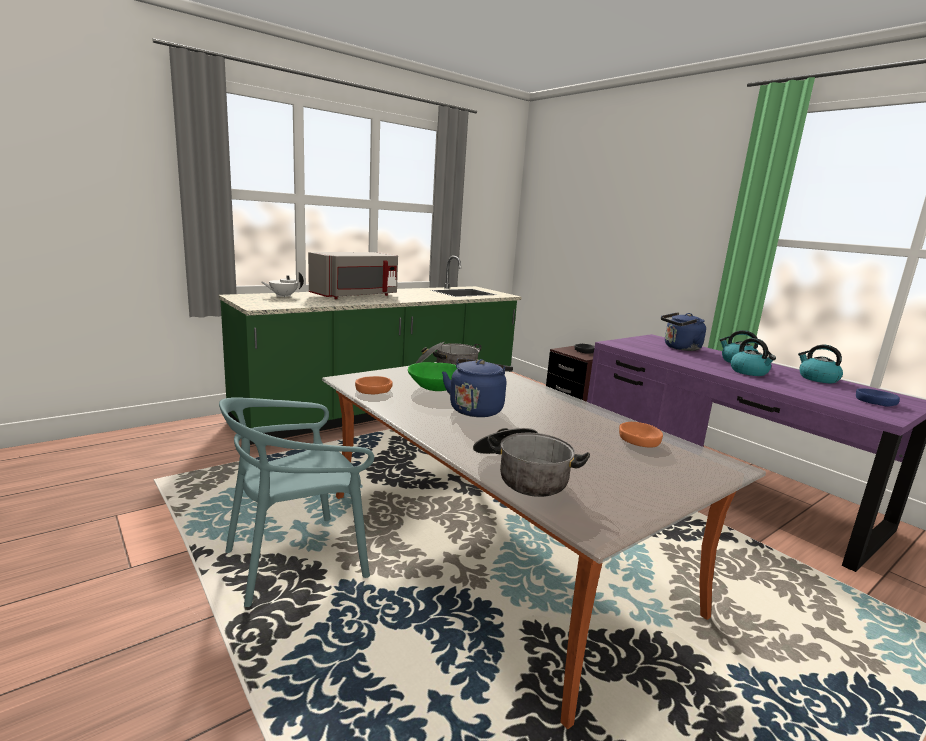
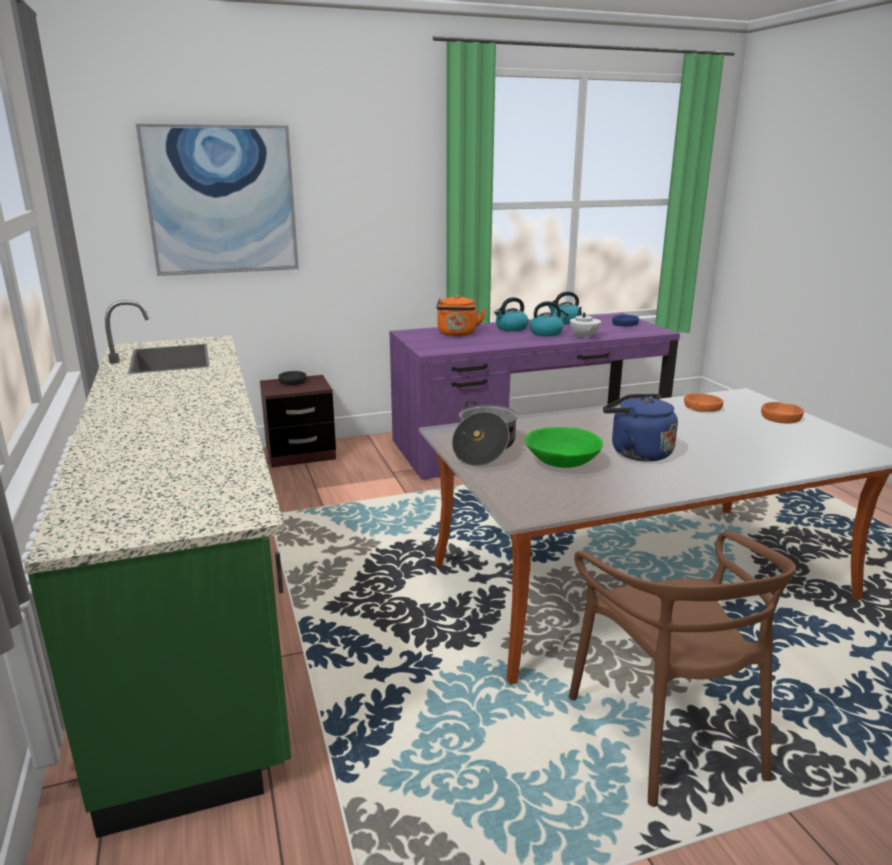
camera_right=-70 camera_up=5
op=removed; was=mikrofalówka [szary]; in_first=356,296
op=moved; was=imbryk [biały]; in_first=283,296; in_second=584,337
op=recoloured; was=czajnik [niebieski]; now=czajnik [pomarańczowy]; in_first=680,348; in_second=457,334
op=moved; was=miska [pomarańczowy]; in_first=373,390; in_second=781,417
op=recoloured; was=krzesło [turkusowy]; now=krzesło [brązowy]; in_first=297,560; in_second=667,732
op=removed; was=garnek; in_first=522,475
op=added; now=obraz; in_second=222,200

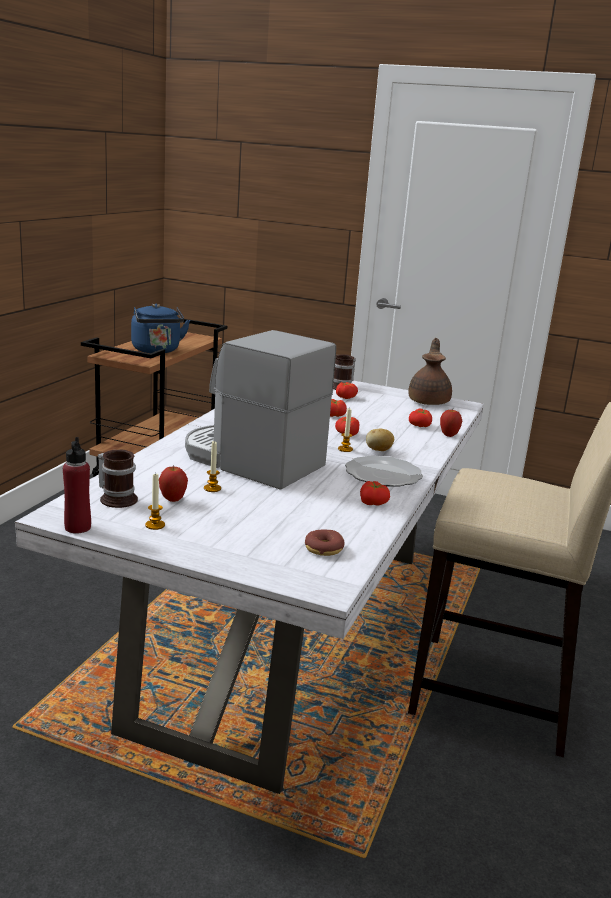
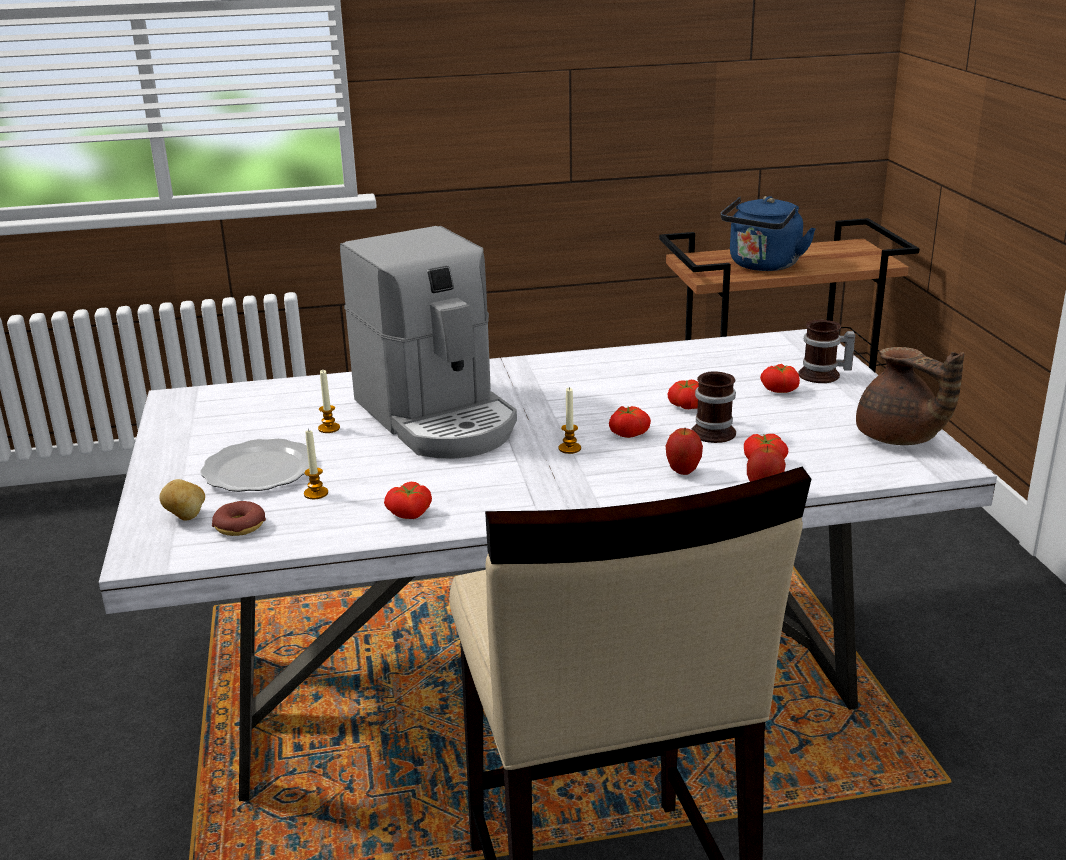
camera_right=60 camera_up=5
op=turned; was=ekspres do kawy; in_first=250,461; in_second=438,418; clockwise=150
op=turned; was=imbryk [brązowy]; in_first=429,401; in_second=899,438; clockwise=75
op=moved; was=ziemniak; in_first=378,450; in_second=186,516
op=removed; was=butelka [czerwony]; in_first=77,527
op=moved; was=kubek; in_first=117,498; in_second=715,431
op=moved; was=talerz; in_first=384,475; in_second=258,471
op=moved; was=jabłko; in_first=173,500; in_second=683,472
op=moved; was=świeca; in_first=155,525; in_second=316,493

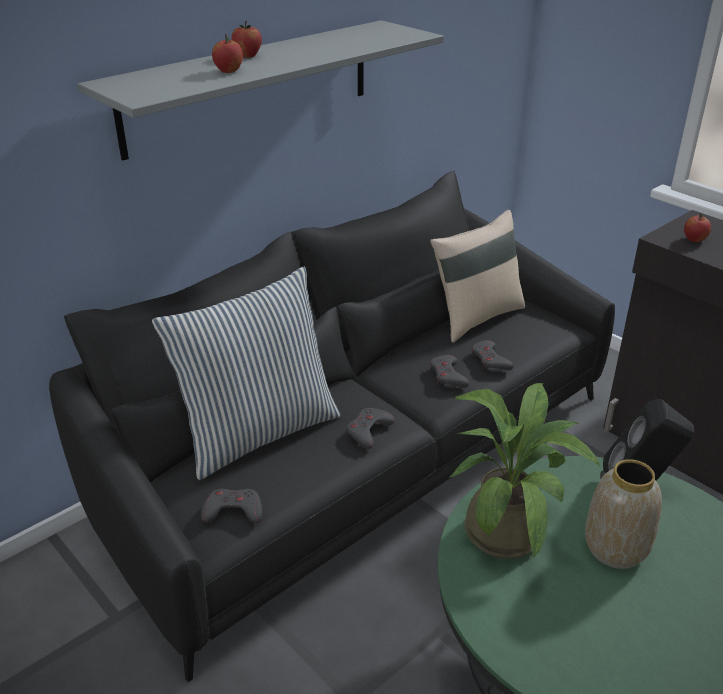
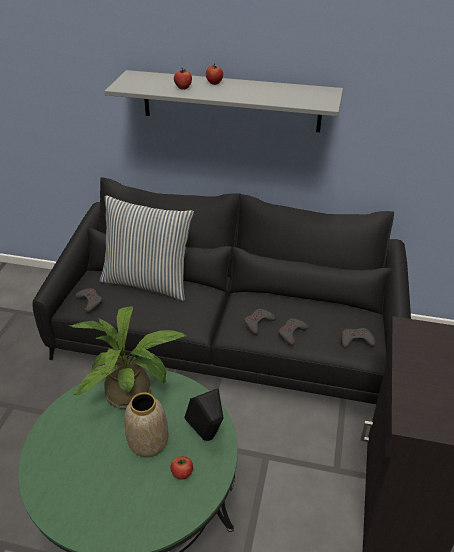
camera_right=55 camera_up=5
op=removed; was=poduszka [beżowy]; in_first=475,317
op=moved; was=jabłko; in_first=694,240; in_second=182,474
op=moved; was=pad do gier [szary]; in_first=368,431; in_second=356,340

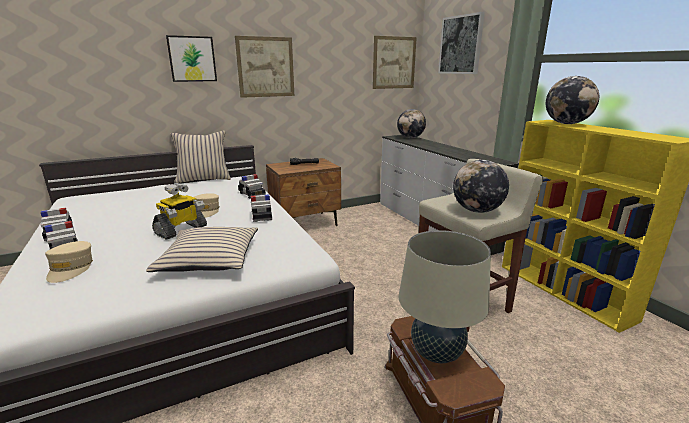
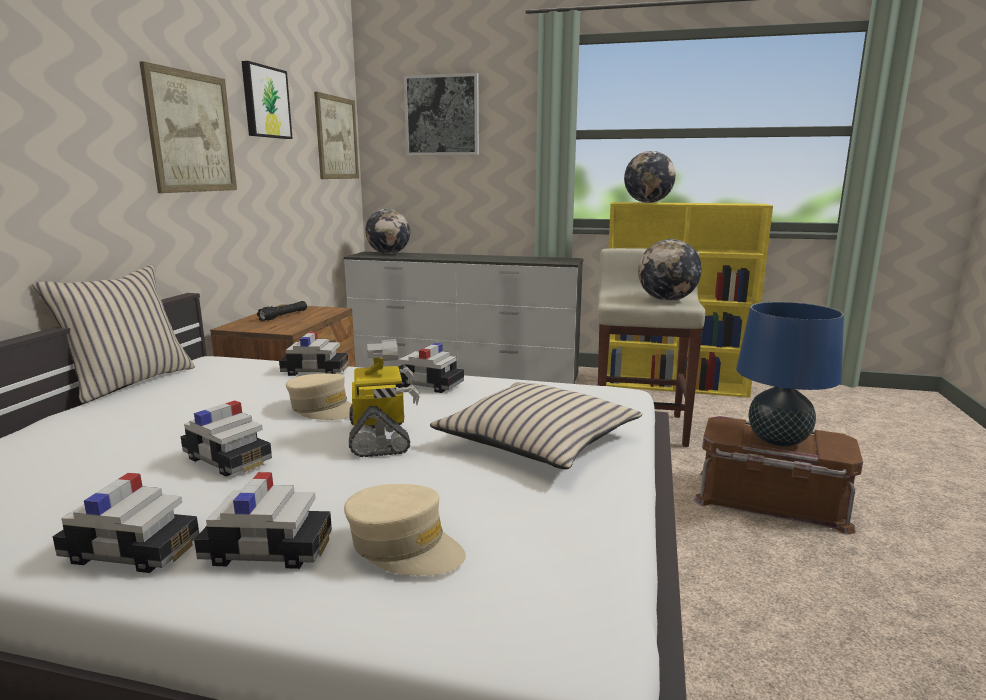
camera_right=-50 camera_up=-5
op=moved; was=obraz; in_first=192,59; in_second=265,102
op=recoloured; was=lampa stołowa [beżowy]; now=lampa stołowa [niebieski]; in_first=436,353; in_second=778,440
op=added; now=samochodzik; in_second=227,459

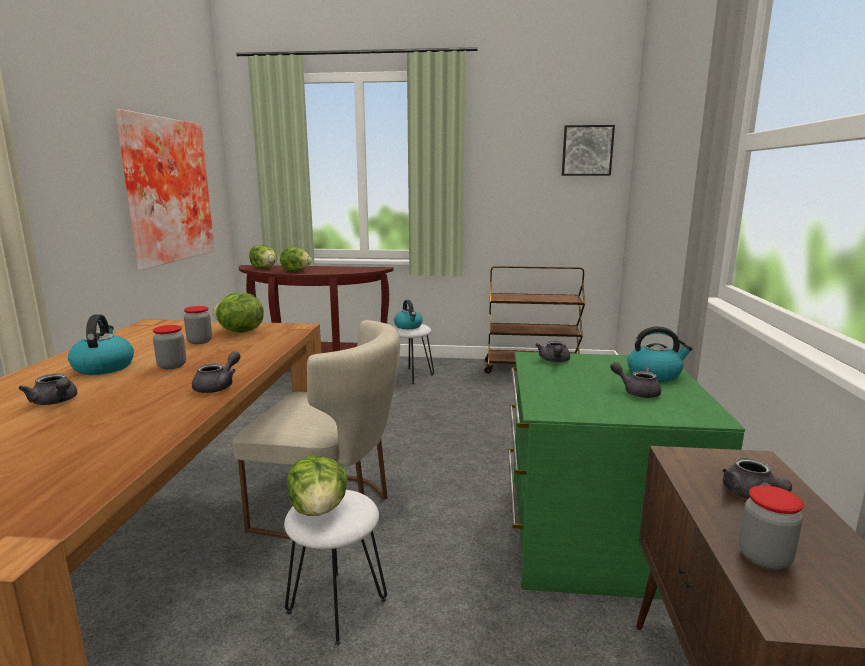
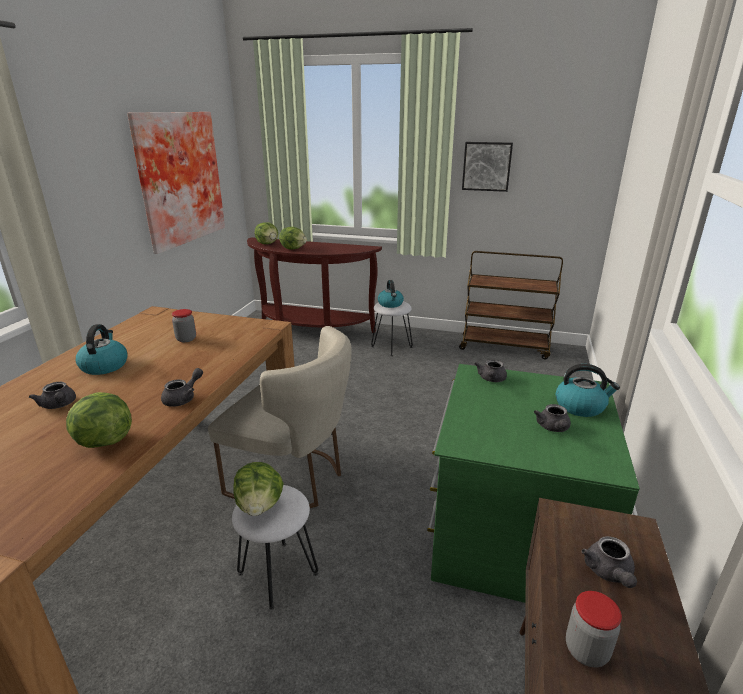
camera_right=10 camera_up=10
op=moved; was=obraz; in_first=587,150; in_second=486,166
op=moved; was=sałata; in_first=239,332; in_second=103,441
op=removed; was=słoik; in_first=172,366
op=turned; was=imbryk [szary]; in_first=637,392; in_second=553,428; clockwise=-135

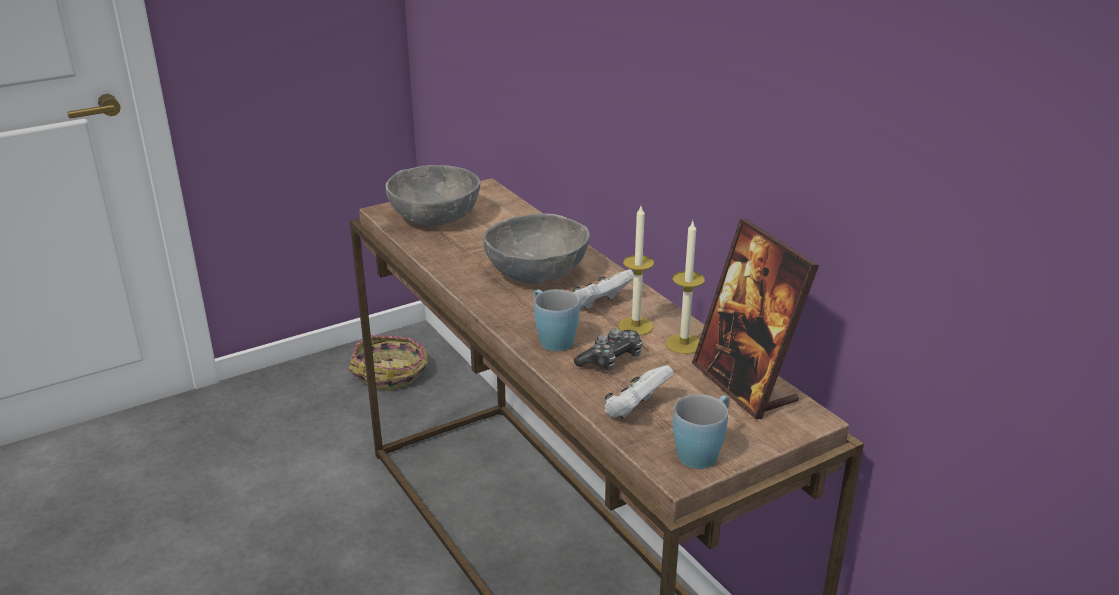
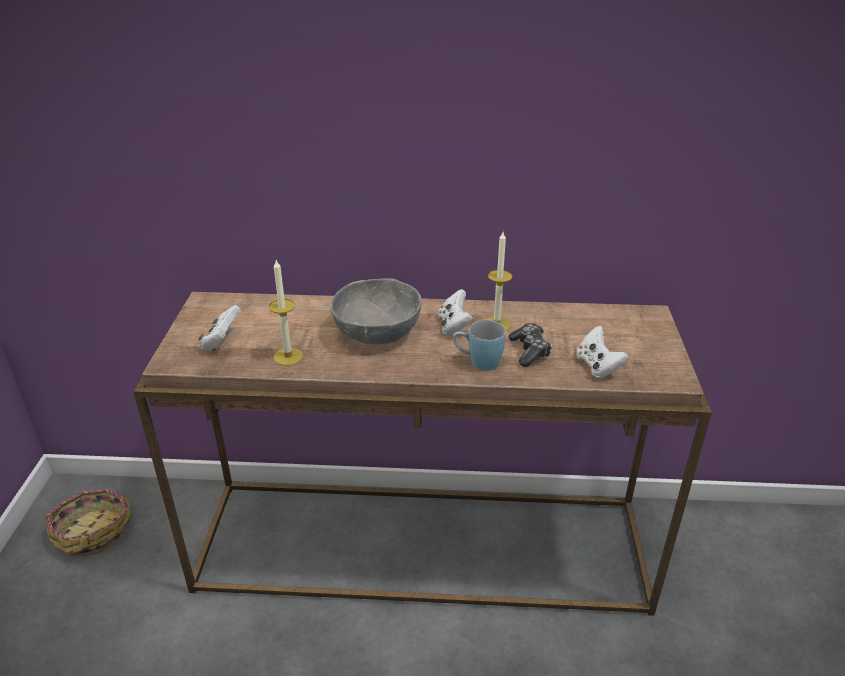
camera_right=-55 camera_up=5
op=replaced; was=miska [szary]; now=pad do gier [biały]; in_first=435,217; in_second=221,342
op=removed; was=ramka na zdjęcie; in_first=744,384
op=moved; was=świeca; in_first=684,344; in_second=288,356
op=removed; was=kubek [niebieski]; in_first=703,451

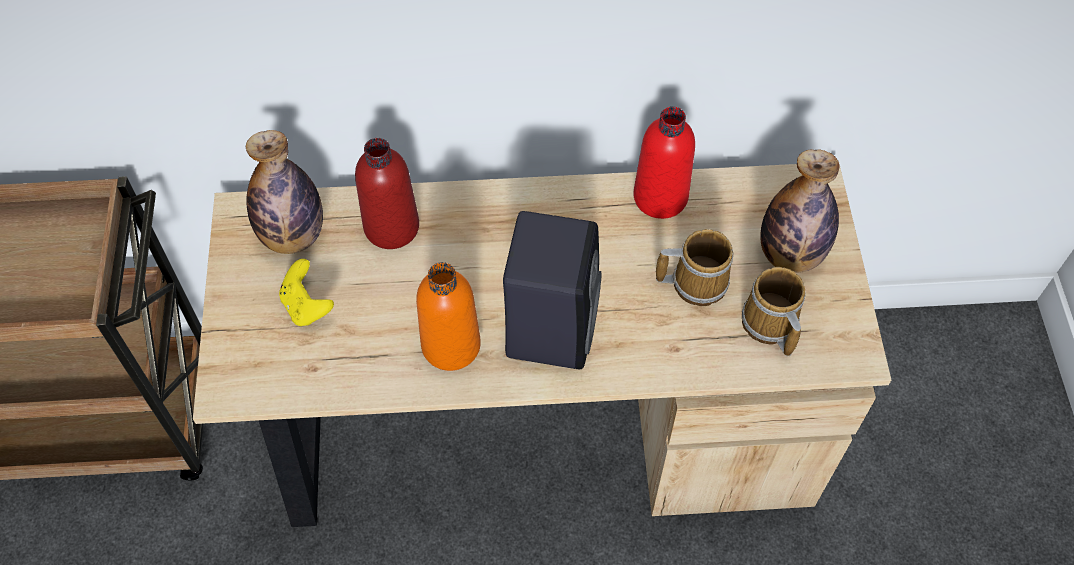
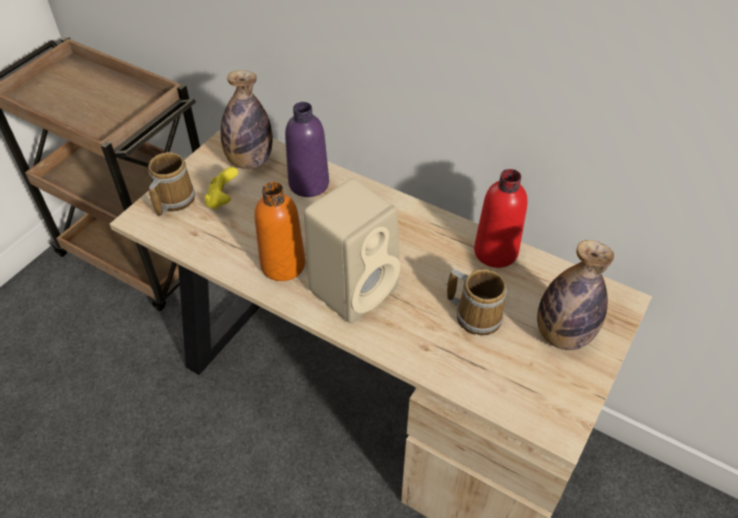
camera_right=35 camera_up=-10
op=recoloured; was=butelka [czerwony]; now=butelka [fioletowy]; in_first=391,227; in_second=309,184
op=recoloured; was=głośnik [czarny]; now=głośnik [beżowy]; in_first=551,324; in_second=355,287
op=moved; was=kubek; in_first=769,325; in_second=172,200

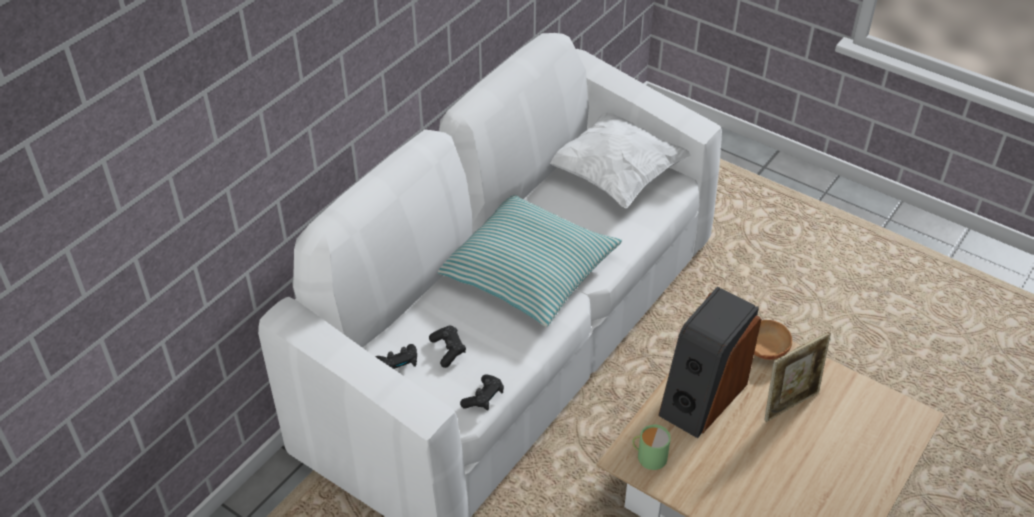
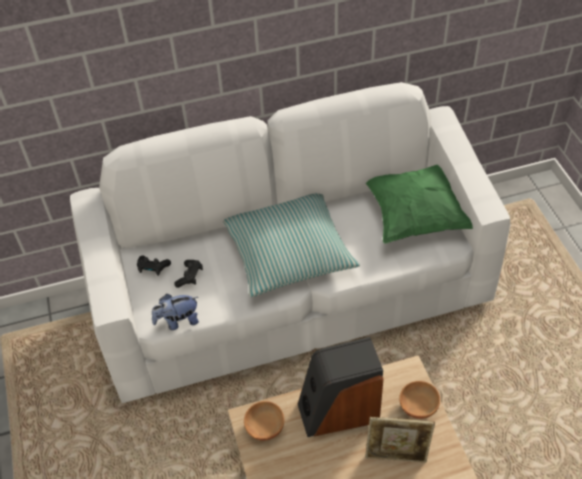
camera_right=40 camera_up=5
op=recoloured; was=poduszka [biały]; now=poduszka [zielony]; in_first=615,175; in_second=415,216
op=replaced; was=pad do gier [czarny]; now=pluszak; in_first=483,398; in_second=178,321
op=replaced; was=kubek [zielony]; now=miska [brązowy]; in_first=649,456; in_second=264,427

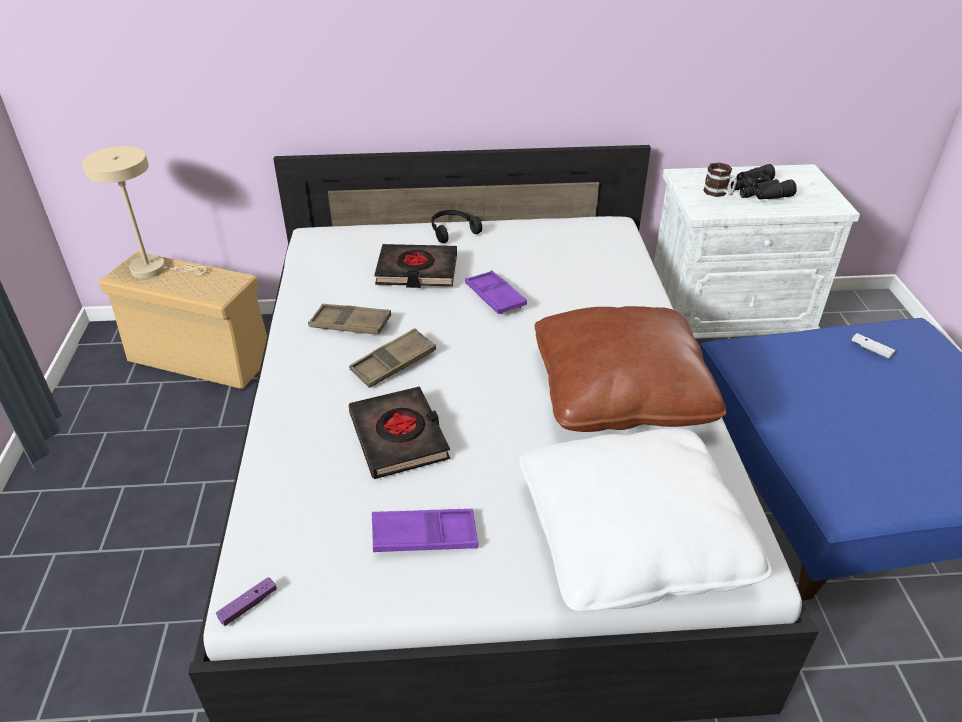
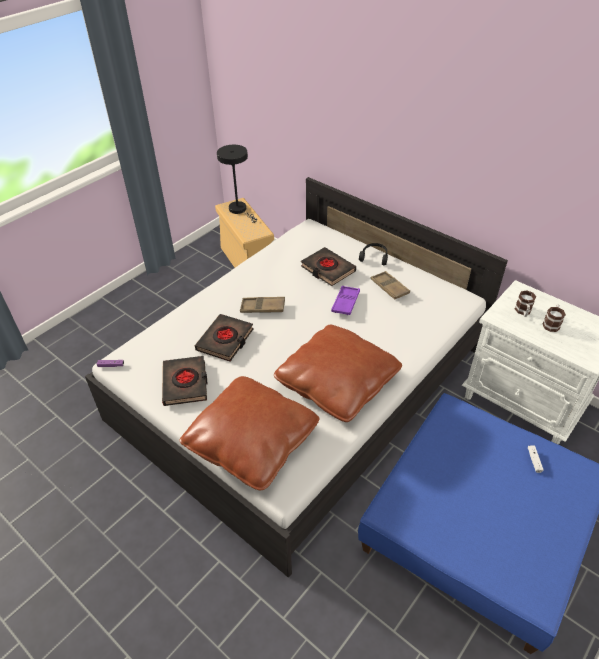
camera_right=45 camera_up=5
op=recoloured; was=lampa stołowa [beżowy]; now=lampa stołowa [czarny]; in_first=155,269; in_second=240,210
op=replaced; was=lornetka [czarny]; now=kubek; in_first=757,191; in_second=551,323
op=moved; was=taca [brązowy]; in_first=350,324; in_second=389,287
op=recoloured; was=poduszka [biały]; now=poduszka [brązowy]; in_first=632,539; in_second=252,442
op=replaced; was=taca [fioletowy]; now=książka [czarny]; in_first=424,536; in_second=185,383

